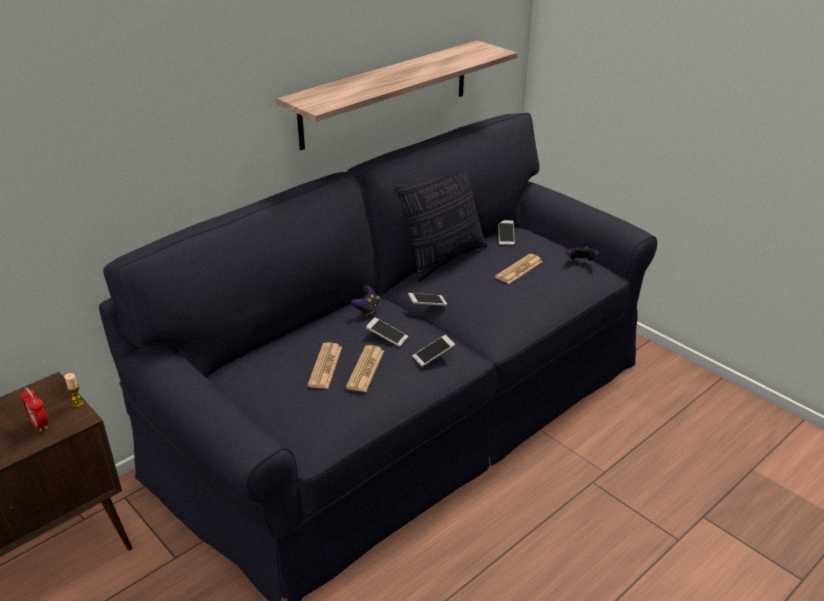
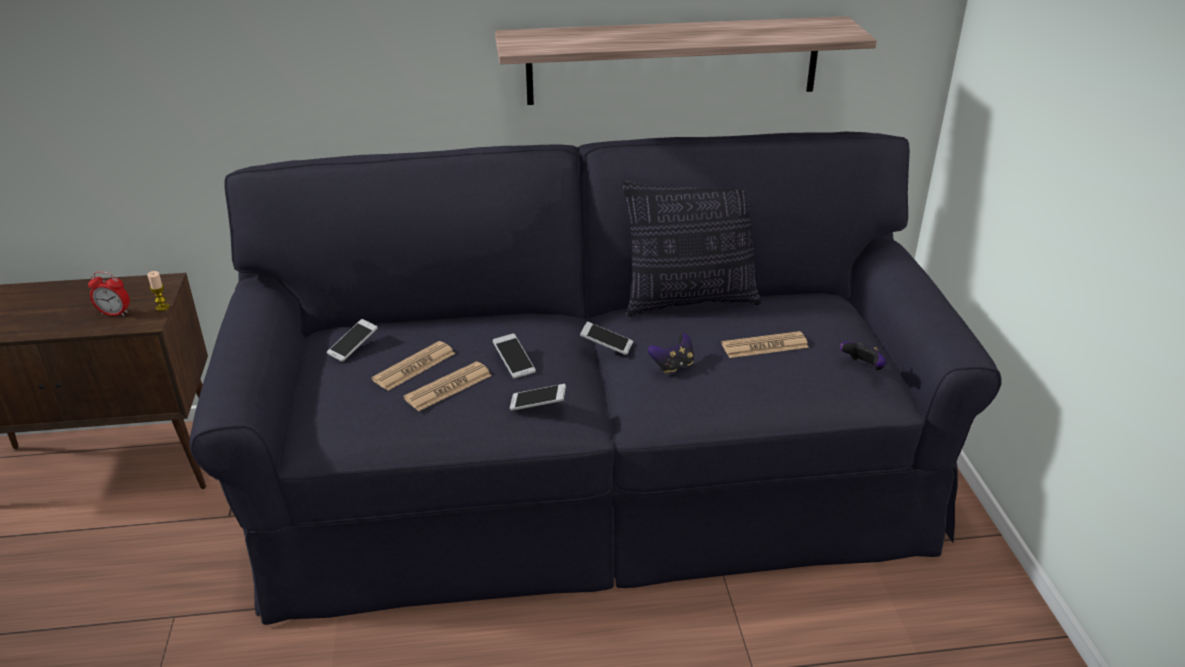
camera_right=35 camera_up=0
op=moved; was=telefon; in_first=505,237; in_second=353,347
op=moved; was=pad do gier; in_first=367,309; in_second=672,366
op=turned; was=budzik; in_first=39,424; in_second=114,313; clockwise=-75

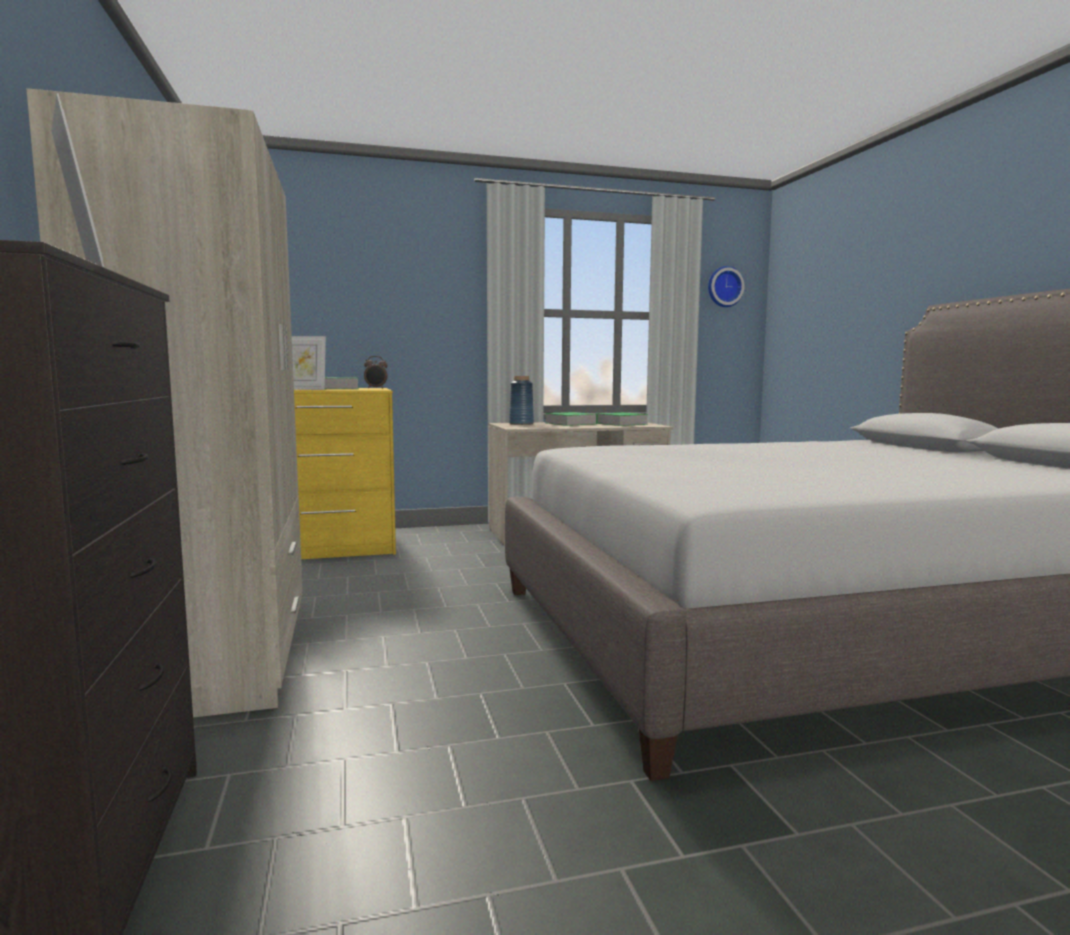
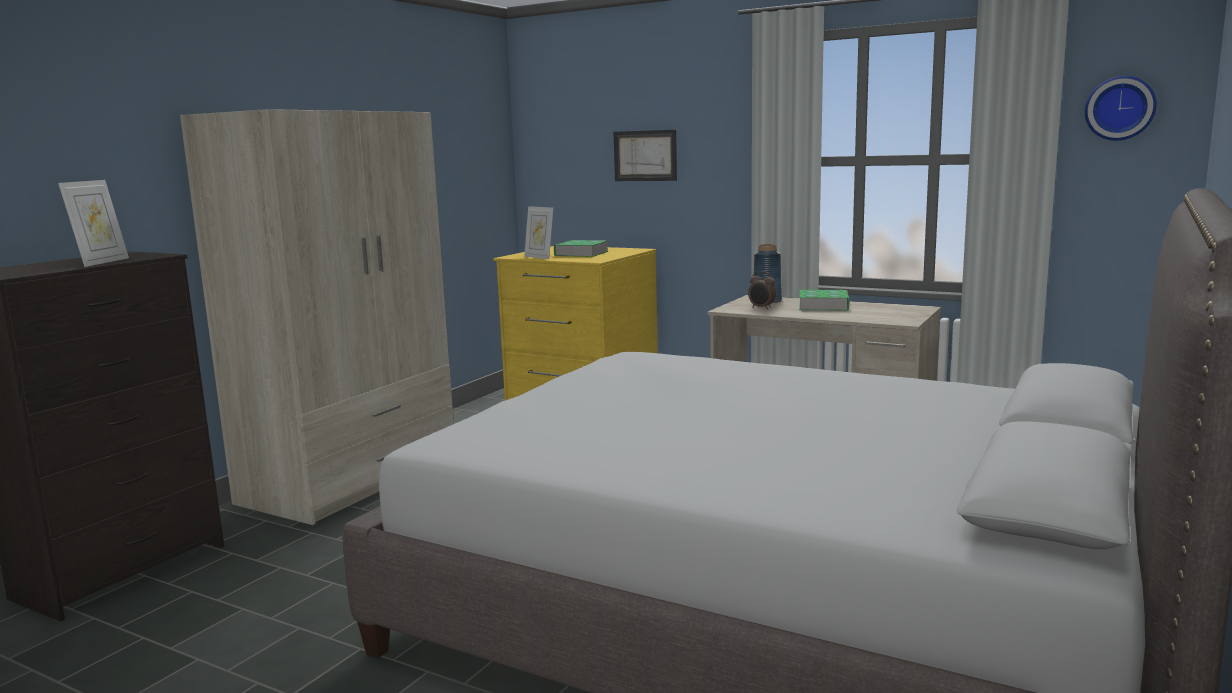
camera_right=45 camera_up=5
op=moved; was=budzik; in_first=376,388; in_second=761,308
op=removed; was=książka; in_first=620,423
op=added; now=obraz; in_second=645,155

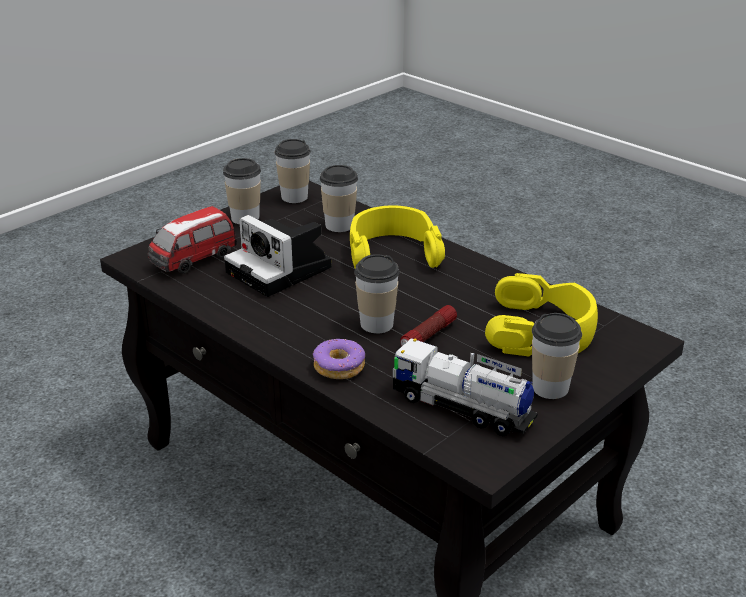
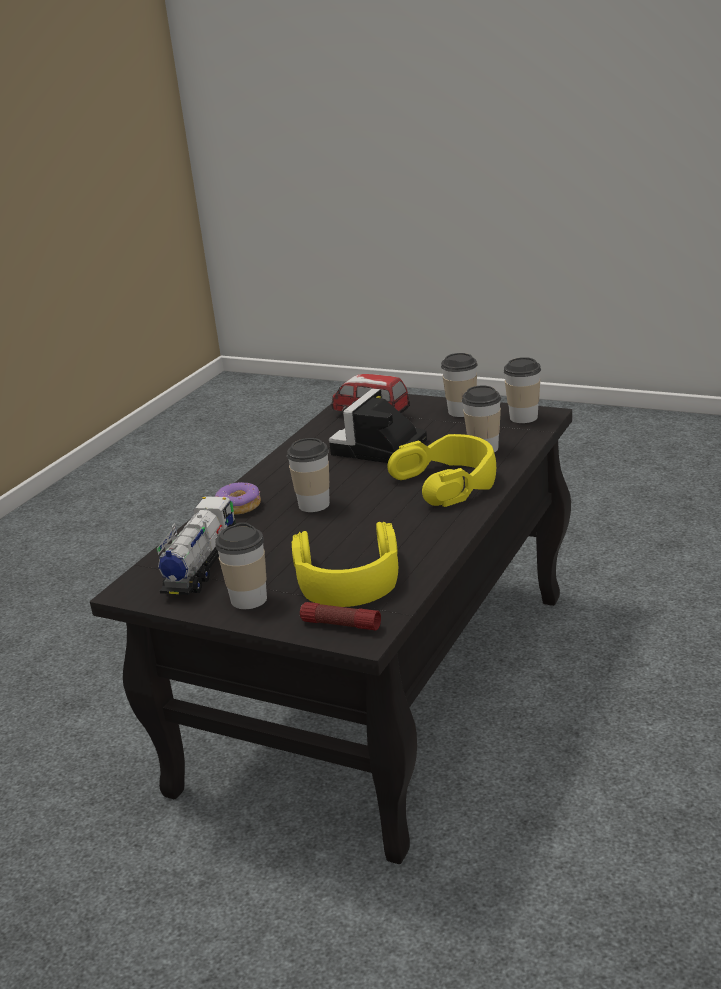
camera_right=75 camera_up=-5
op=moved; was=latarka; in_first=428,336; in_second=340,625

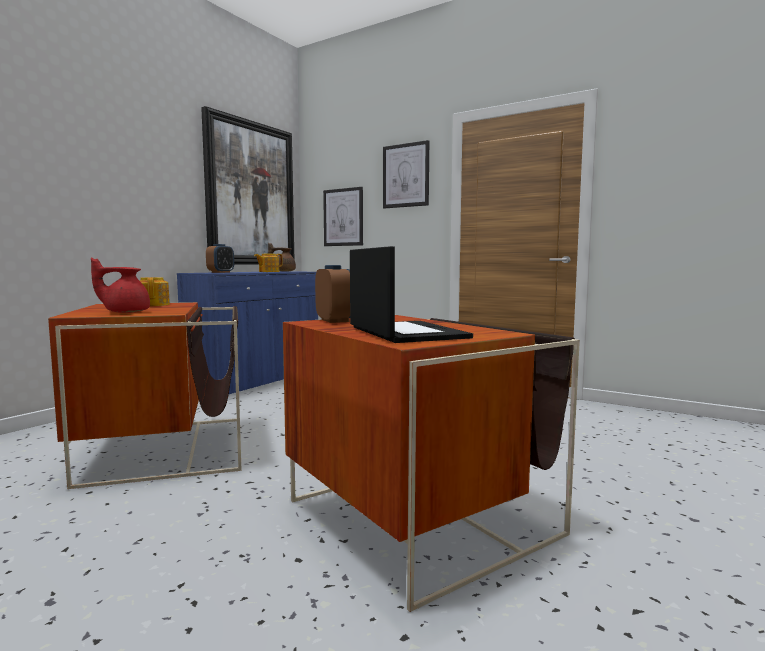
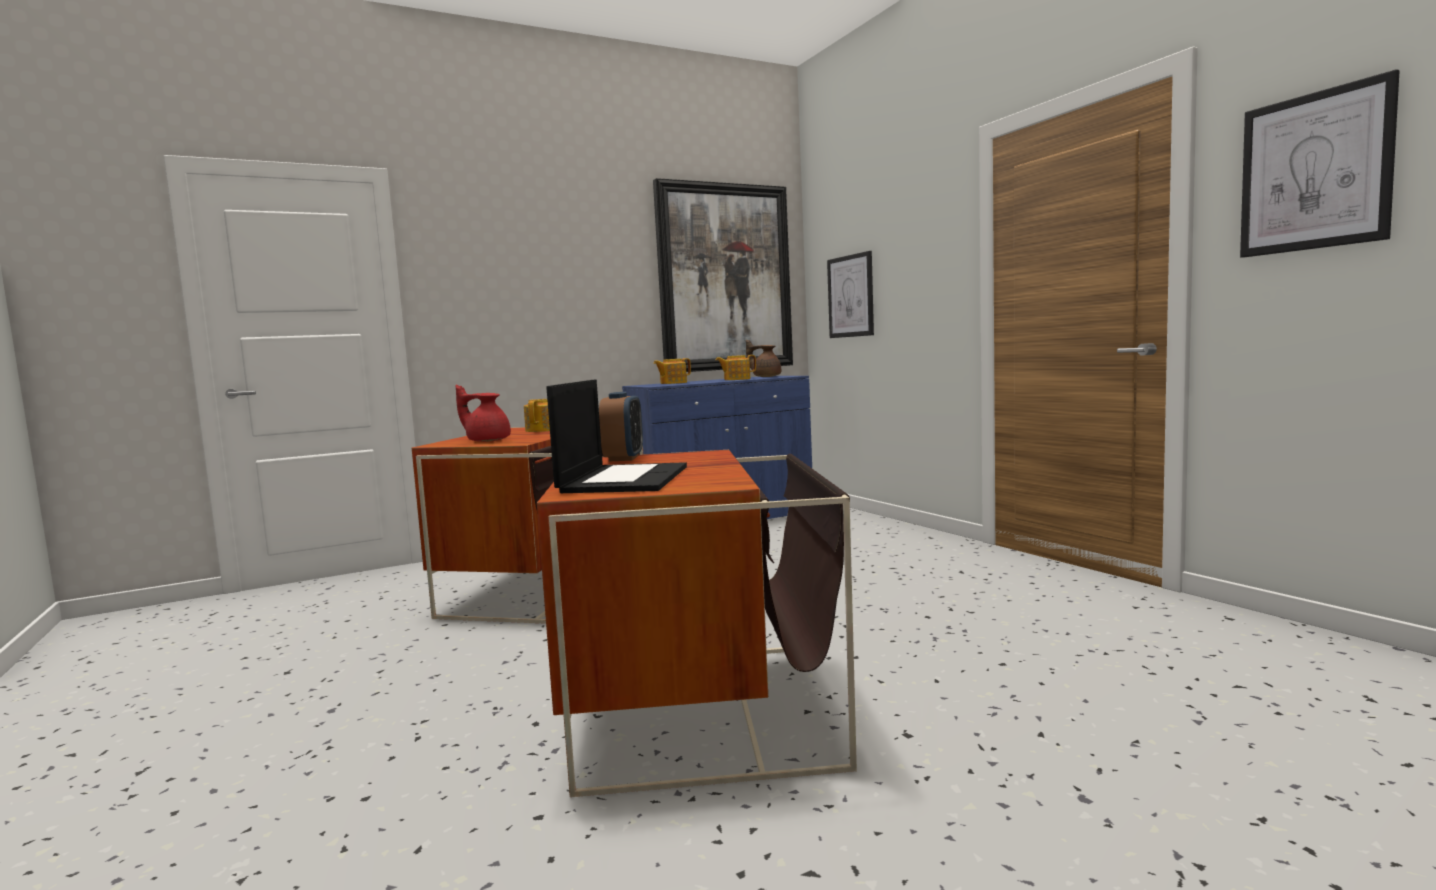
camera_right=30 camera_up=0
op=moved; was=obraz; in_first=406,175; in_second=1314,172
op=replaced; was=budzik; now=imbryk; in_first=221,272; in_second=673,383

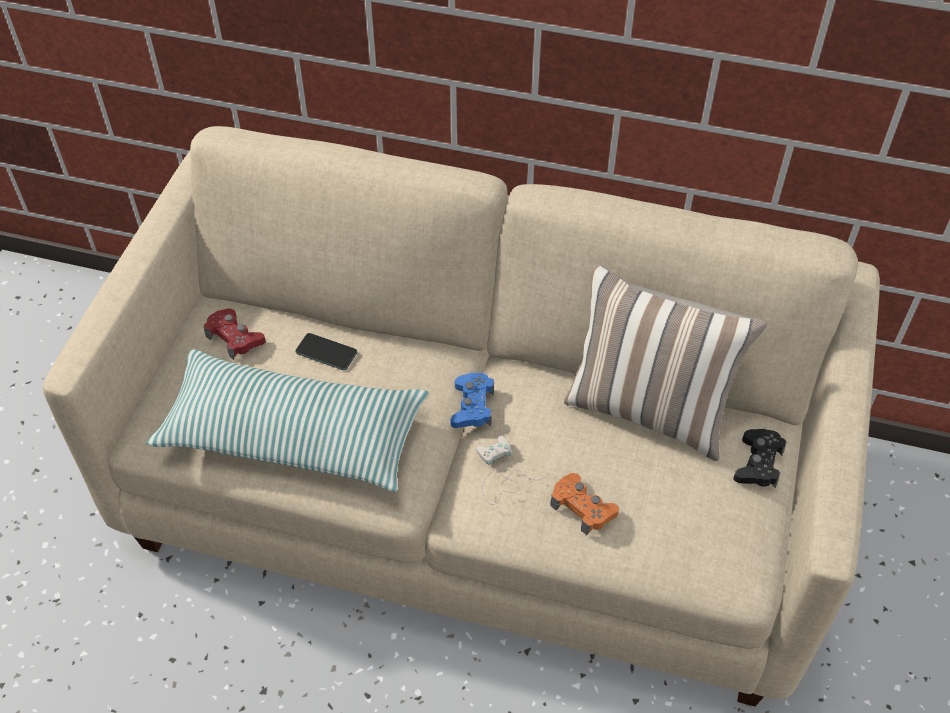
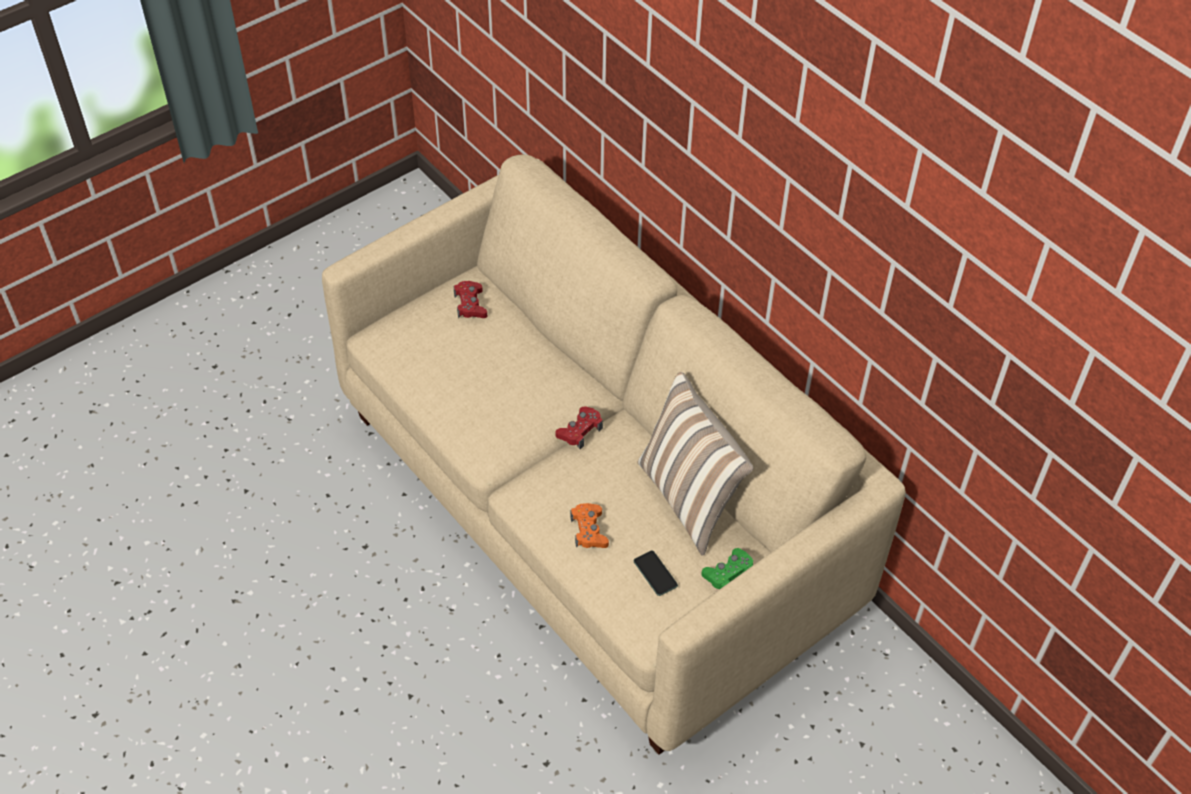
camera_right=35 camera_up=0
op=moved; was=telefon; in_first=326,352; in_second=655,573
op=removed; was=poduszka; in_first=293,434
op=recoloured; was=pad do gier [niebieski]; now=pad do gier [czerwony]; in_first=472,406; in_second=579,431
op=recoloured; was=pad do gier [czarny]; now=pad do gier [zielony]; in_first=758,463; in_second=728,573
op=removed; was=pad do gier [biały]; in_first=502,474

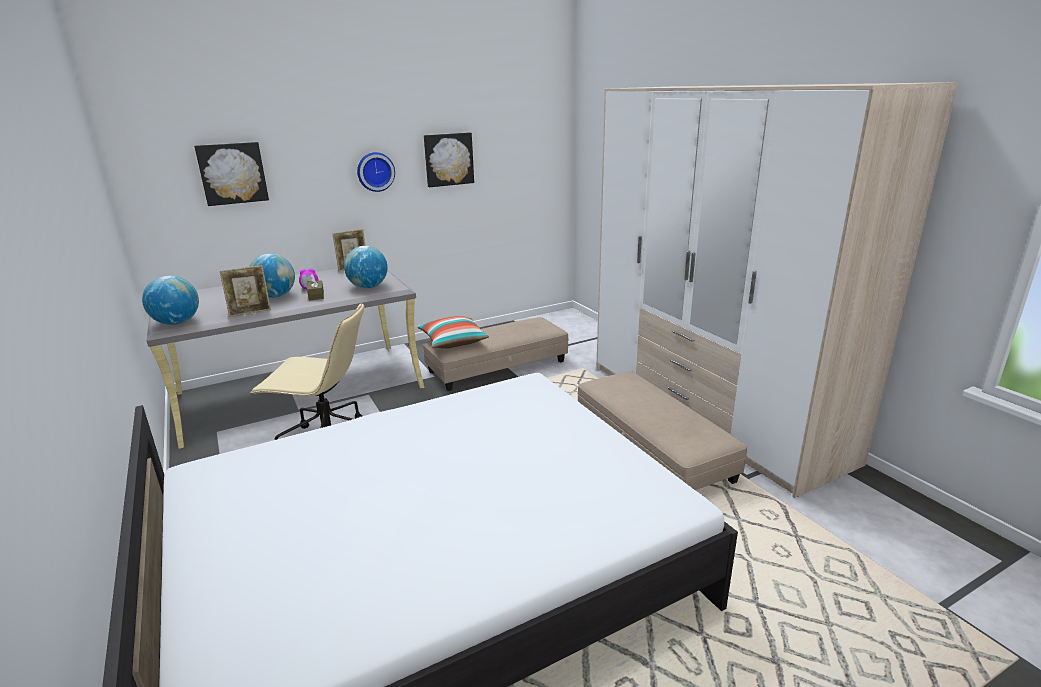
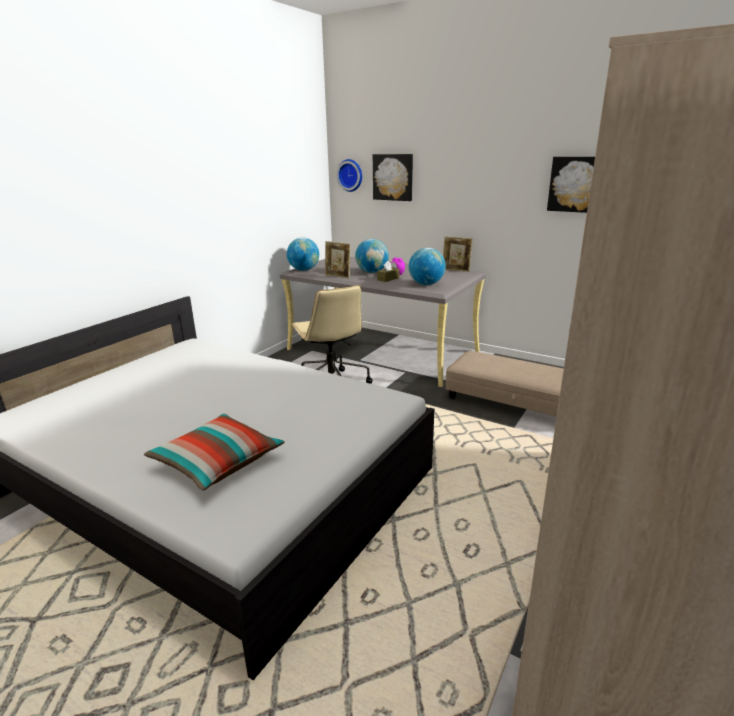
camera_right=60 camera_up=0
op=moved; was=zegar ścienny; in_first=375,171; in_second=351,175
op=moved; was=poduszka; in_first=453,341; in_second=218,463
op=removed; was=pufa [beżowy]; in_first=652,448

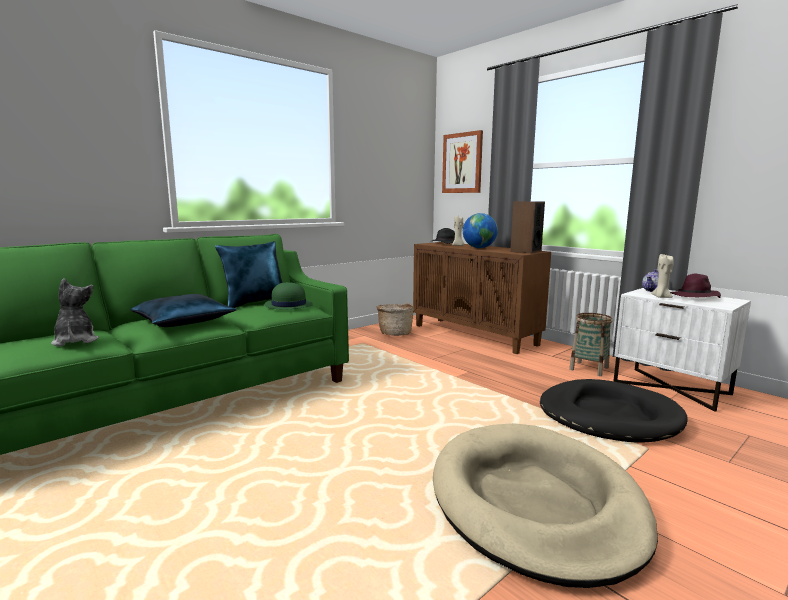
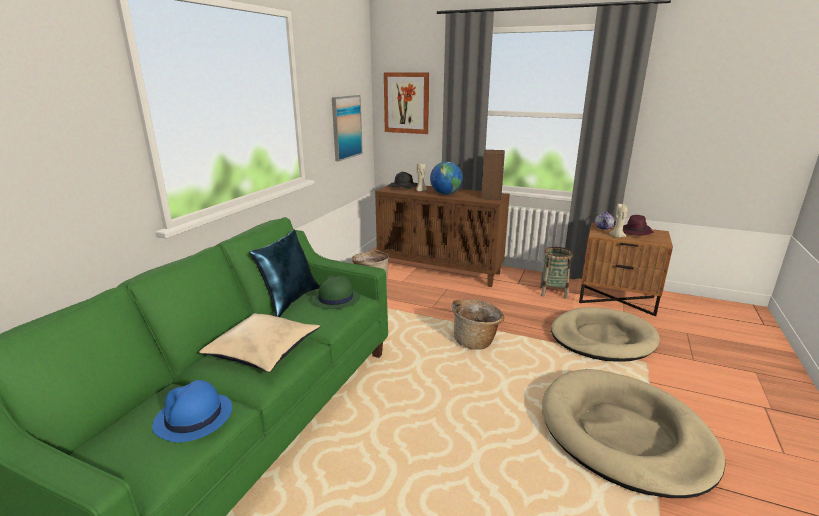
camera_right=-25 camera_up=10
op=replaced; was=pluszak; now=kapelusz [niebieski]; in_first=75,341; in_second=193,417
op=recoloured; was=szafka nocna [biały]; now=szafka nocna [brązowy]; in_first=672,388; in_second=617,299
op=recoloured; was=poduszka [niebieski]; now=poduszka [beżowy]; in_first=184,321; in_second=263,350
op=recoloured; was=legowisko [czarny]; now=legowisko [beżowy]; in_first=608,416; in_second=602,338
op=added; now=obraz; in_second=346,127
op=added; now=koszyk; in_second=476,341

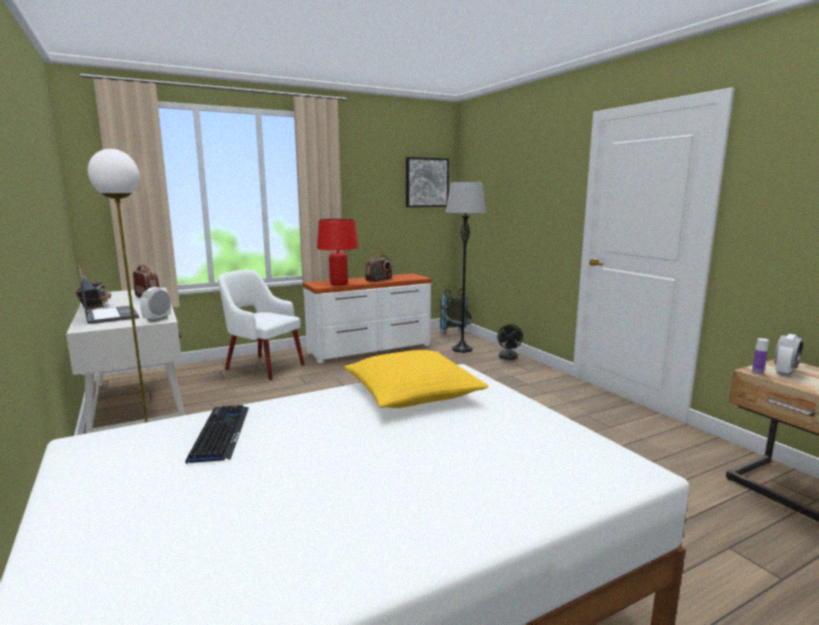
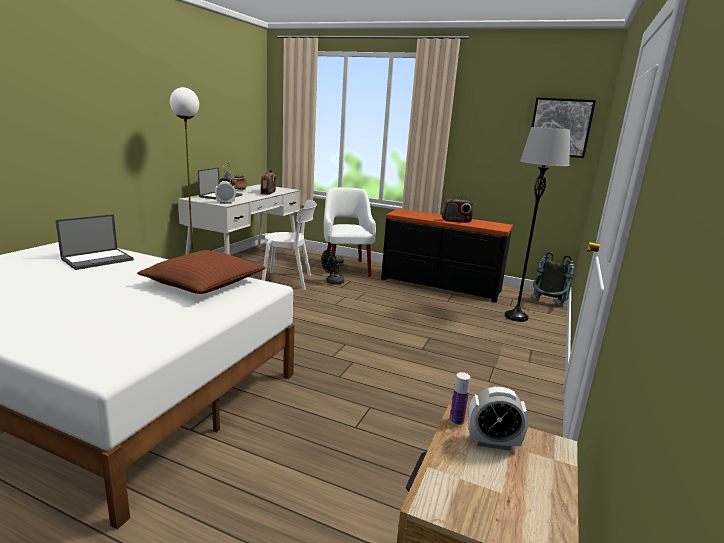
camera_right=50 camera_up=5
op=removed; was=lampa stołowa [czerwony]; in_first=339,284
op=recoloured; was=komoda [biały]; now=komoda [czarny]; in_first=370,349; in_second=440,285
op=moved; was=wentylator [czarny]; in_first=508,358; in_second=332,282
op=recoloured; was=poduszka [żółty]; now=poduszka [brązowy]; in_first=412,392; in_second=203,283
op=replaced; was=klawiatura; now=laptop; in_first=220,434; in_second=98,259
op=added; now=krzesło [biały]; in_second=290,280

